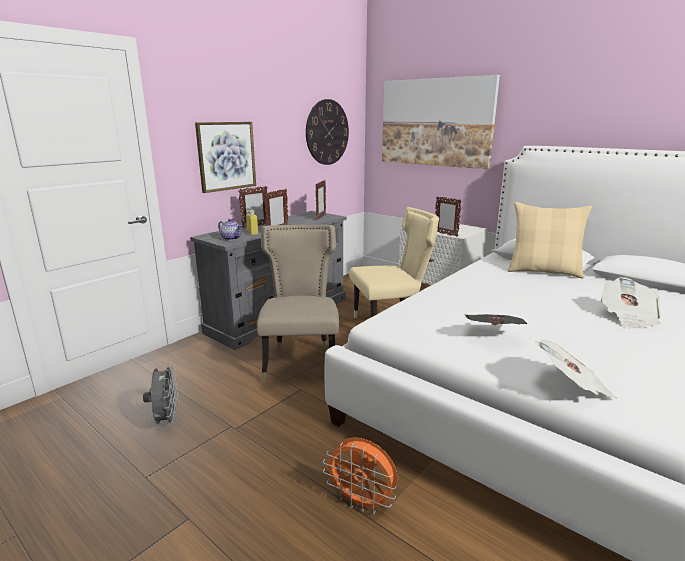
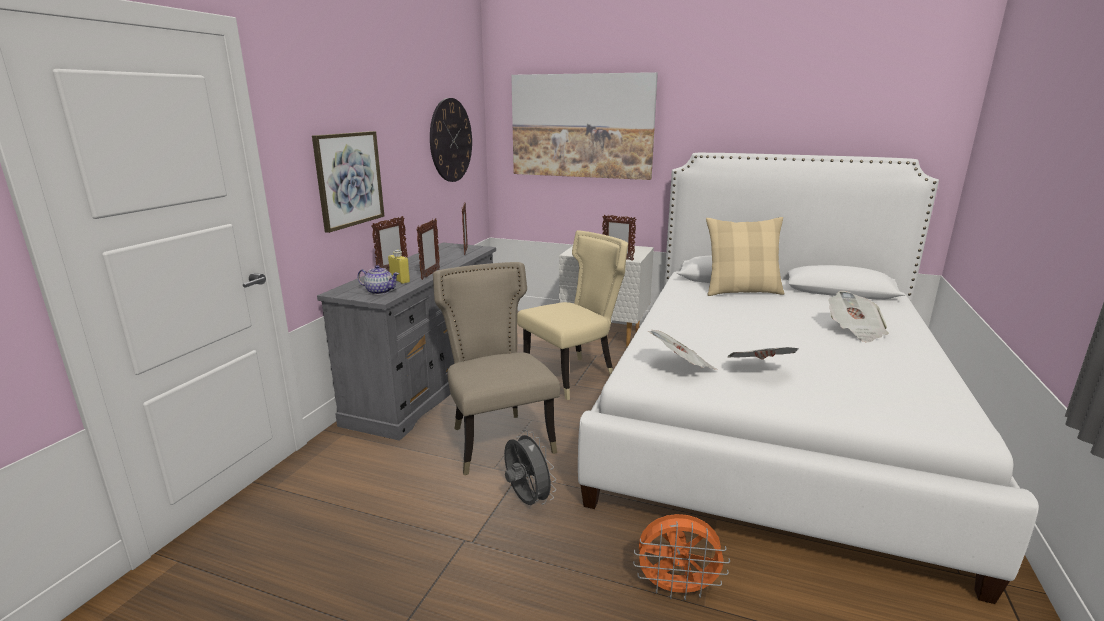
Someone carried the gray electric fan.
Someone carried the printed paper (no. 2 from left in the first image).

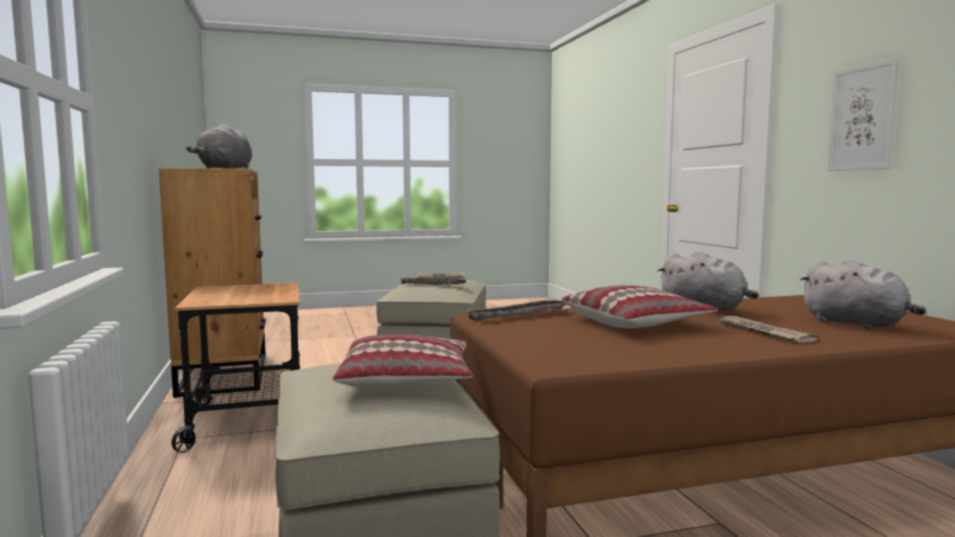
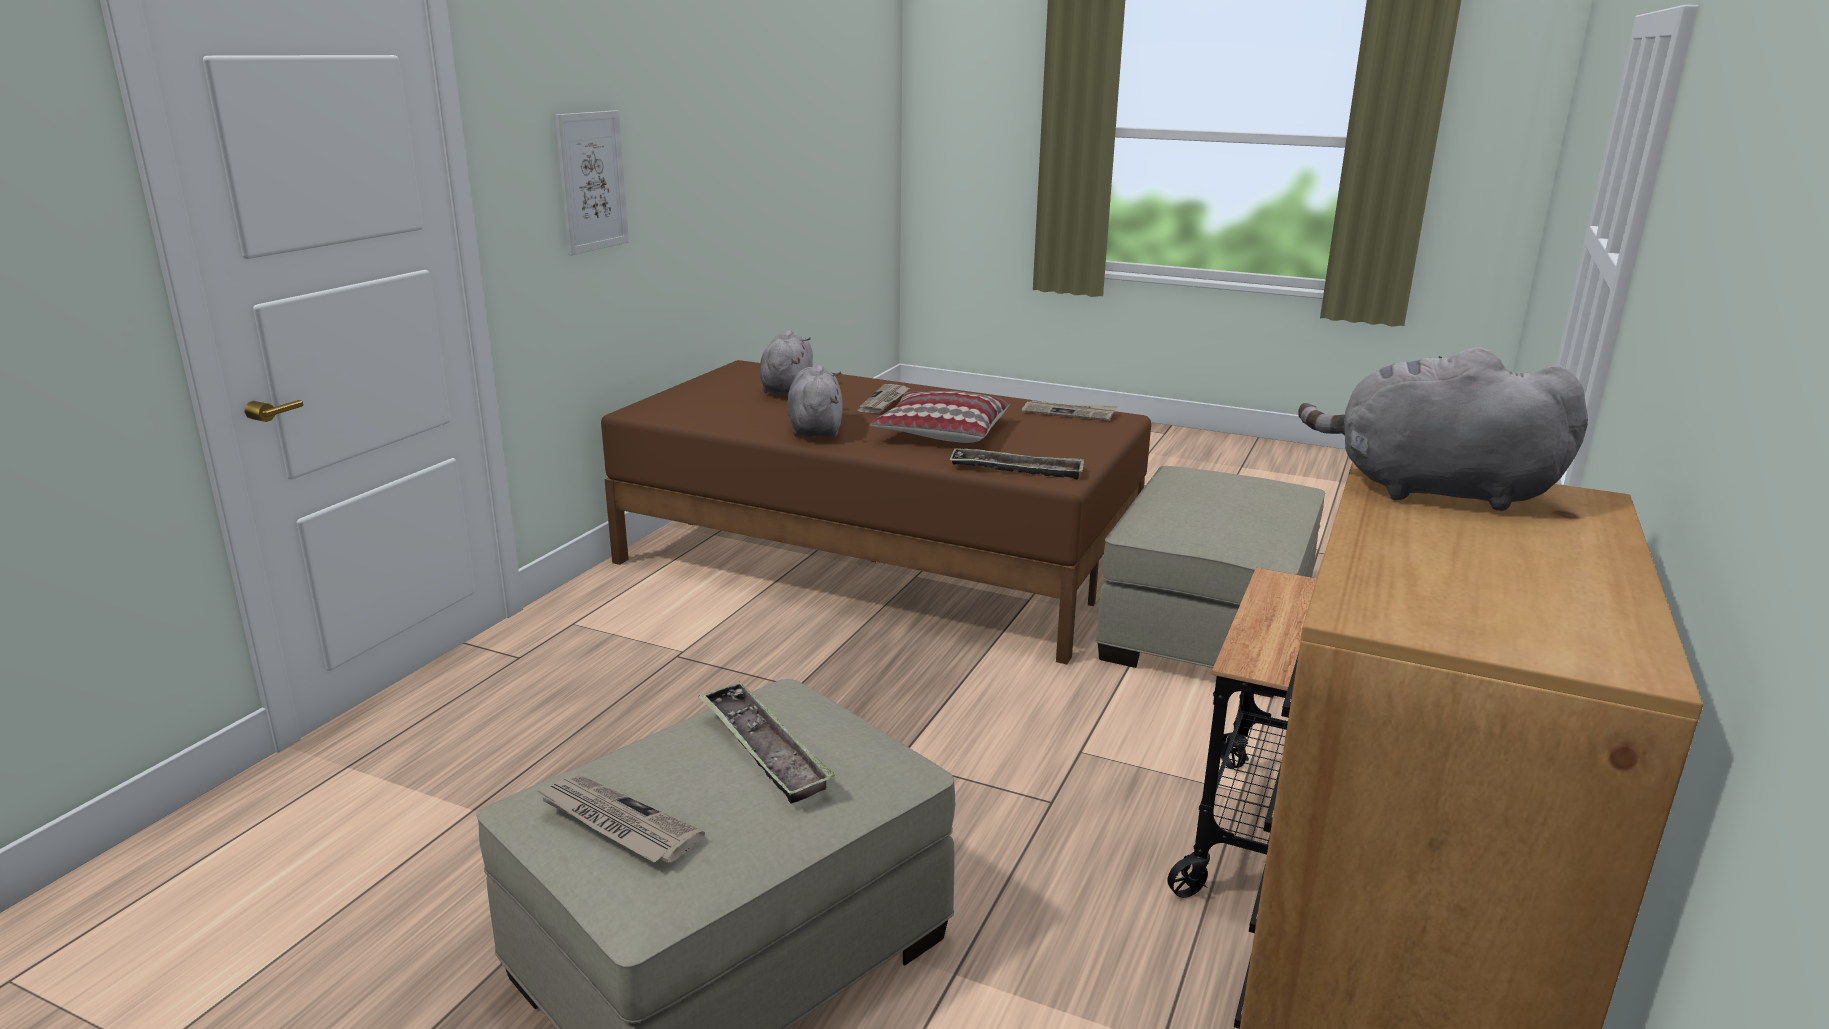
Someone took away the throw pillow (no. 1 from left).
Someone put down the printed paper (no. 3 from left).
Someone rotated the gray cuddly toy (no. 1 from left in the first image) by 120 degrees counterclockwise.

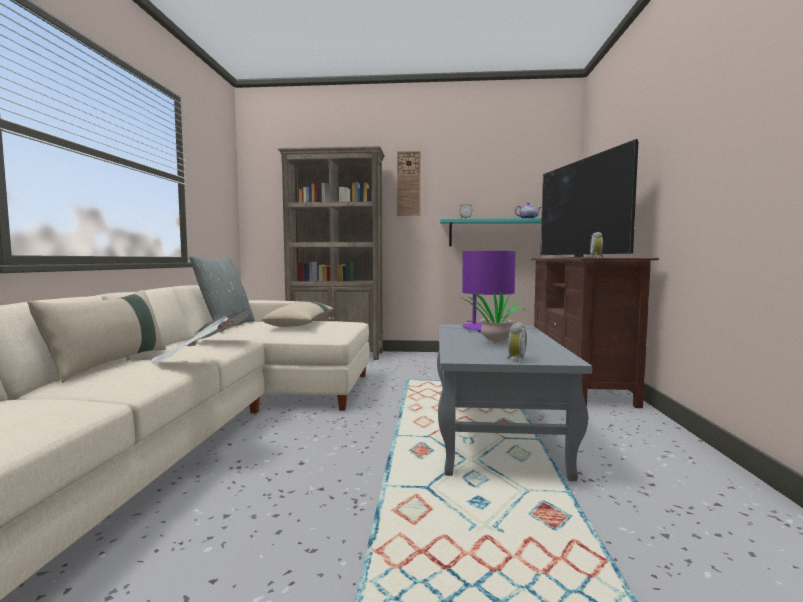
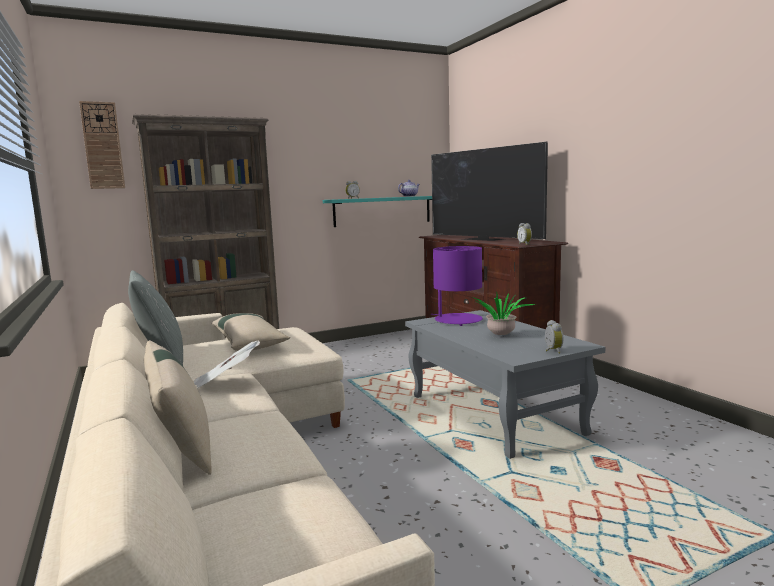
Someone took away the printed paper (no. 1 from left).
Someone carried the hanging clock.

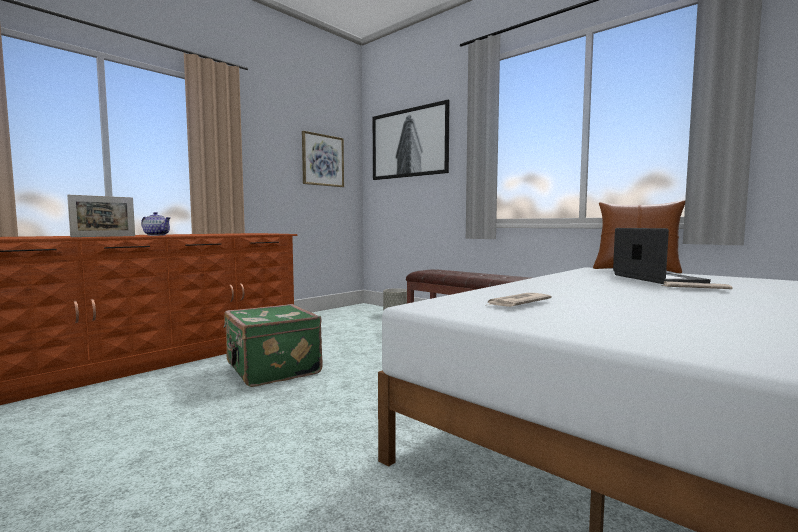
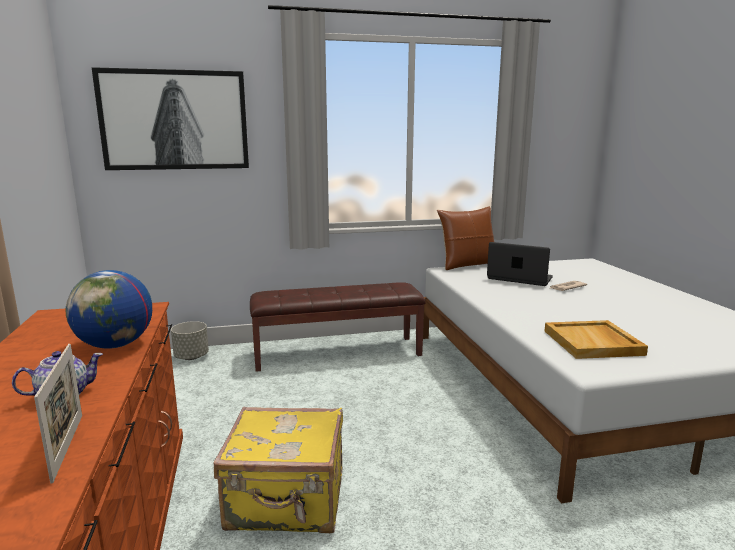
Someone took away the picture (no. 1 from left).
Someone put down the globe.
Someone swapped the printed paper (no. 1 from left) for the sand-coloured serving tray.
Someone repainted the green-coloured suitcase, which became the yellow suitcase.

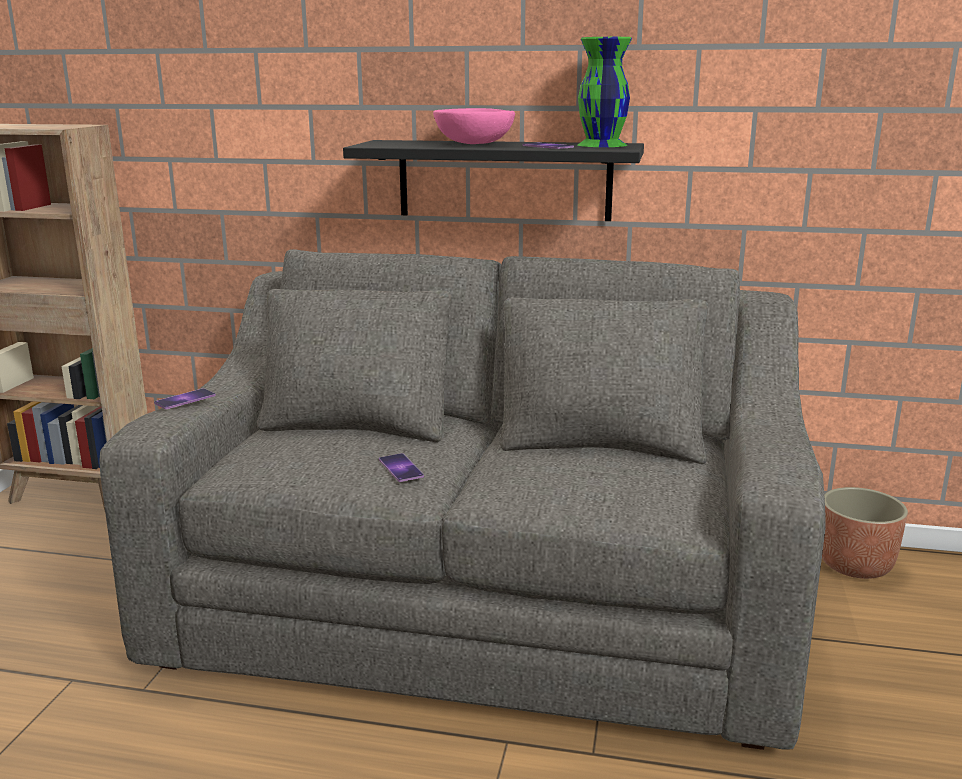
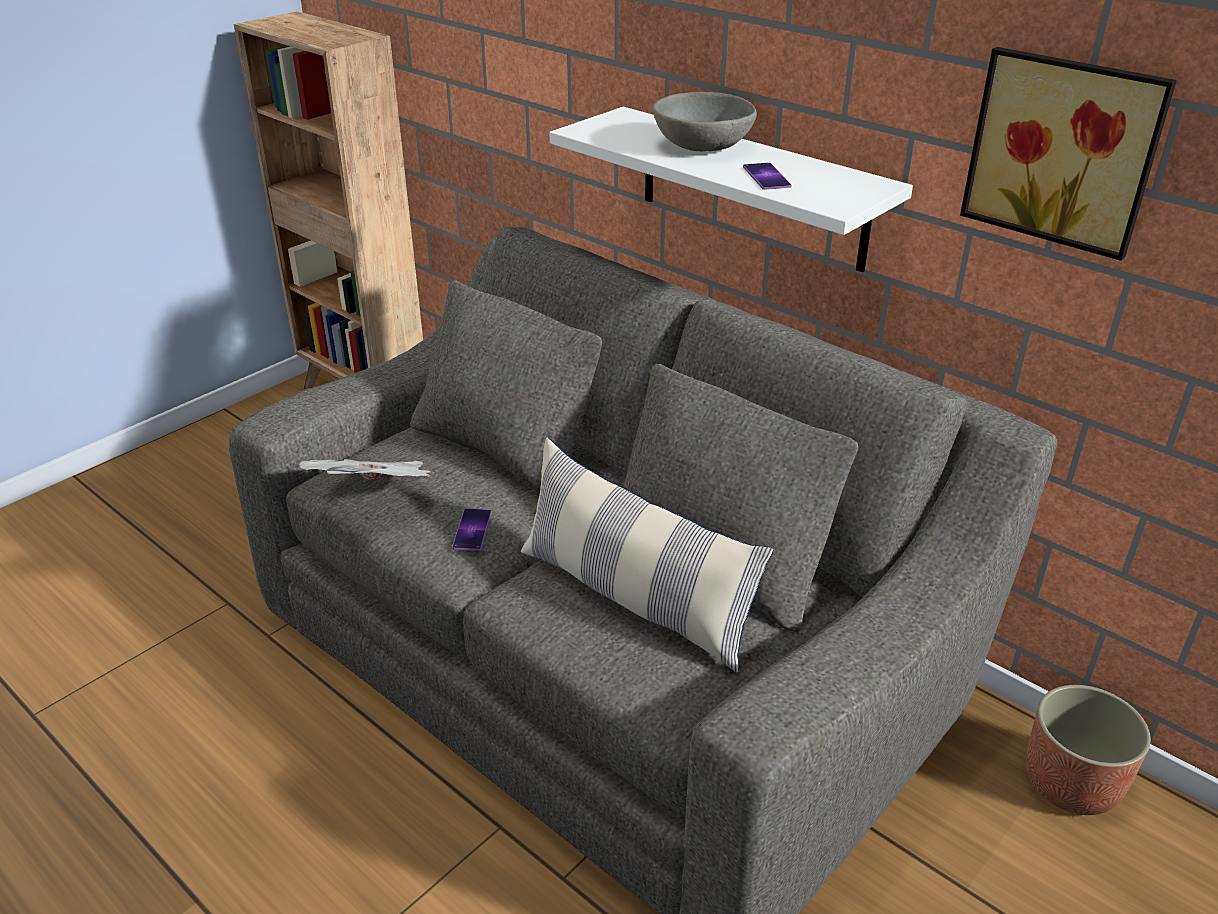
Someone took away the telephone (no. 1 from left).
Someone took away the green-coloured flower vase.
Someone put down the printed paper.
Someone put down the throw pillow.
Someone put up the picture.
Someone repainted the black-coloured shelf, which became the whitish shelf.
Someone repainted the pink bowl, which became the gray bowl.

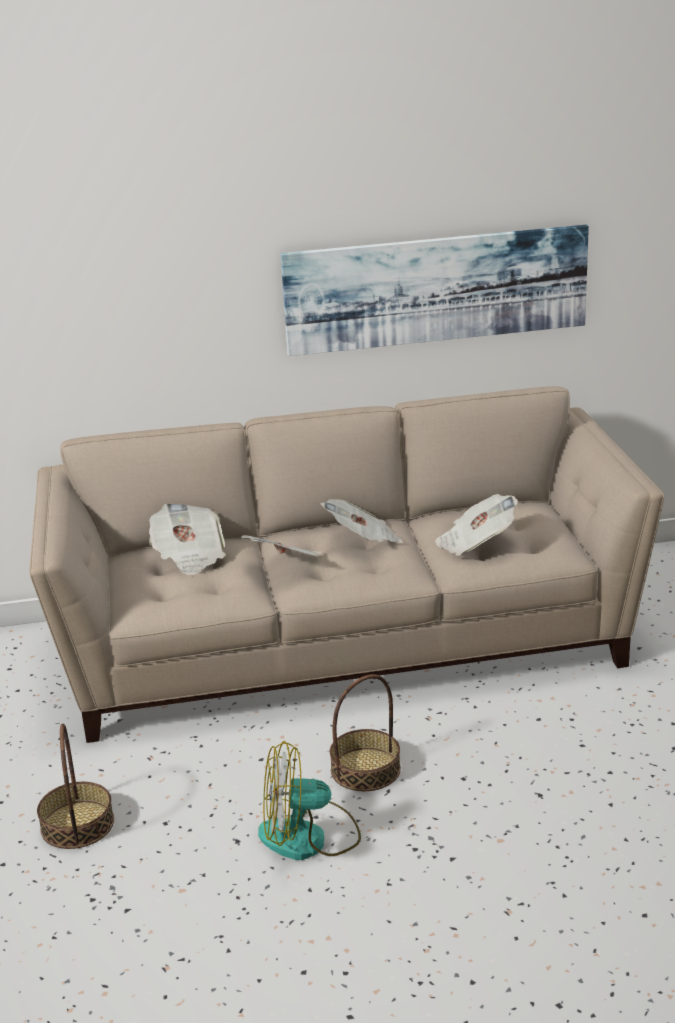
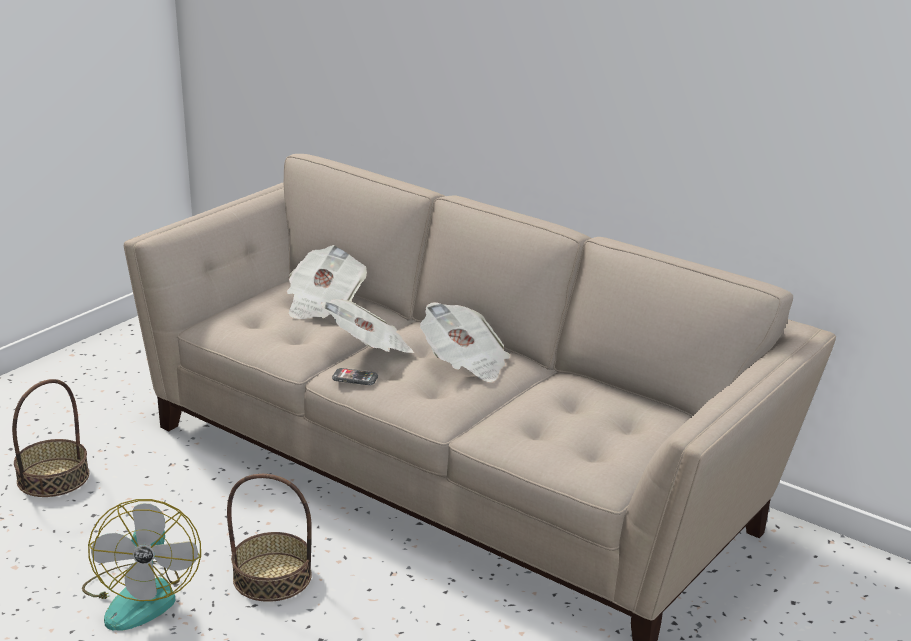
Someone took away the picture.
Someone took away the printed paper (no. 4 from left).
Someone put down the telephone.
Someone rotated the electric fan by 135 degrees counterclockwise.

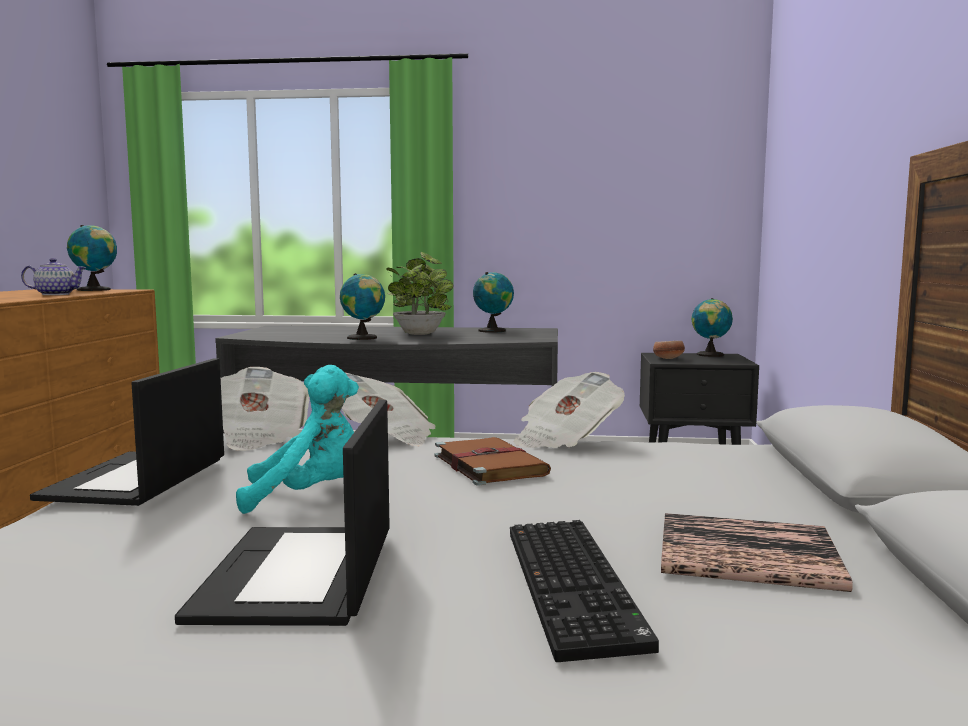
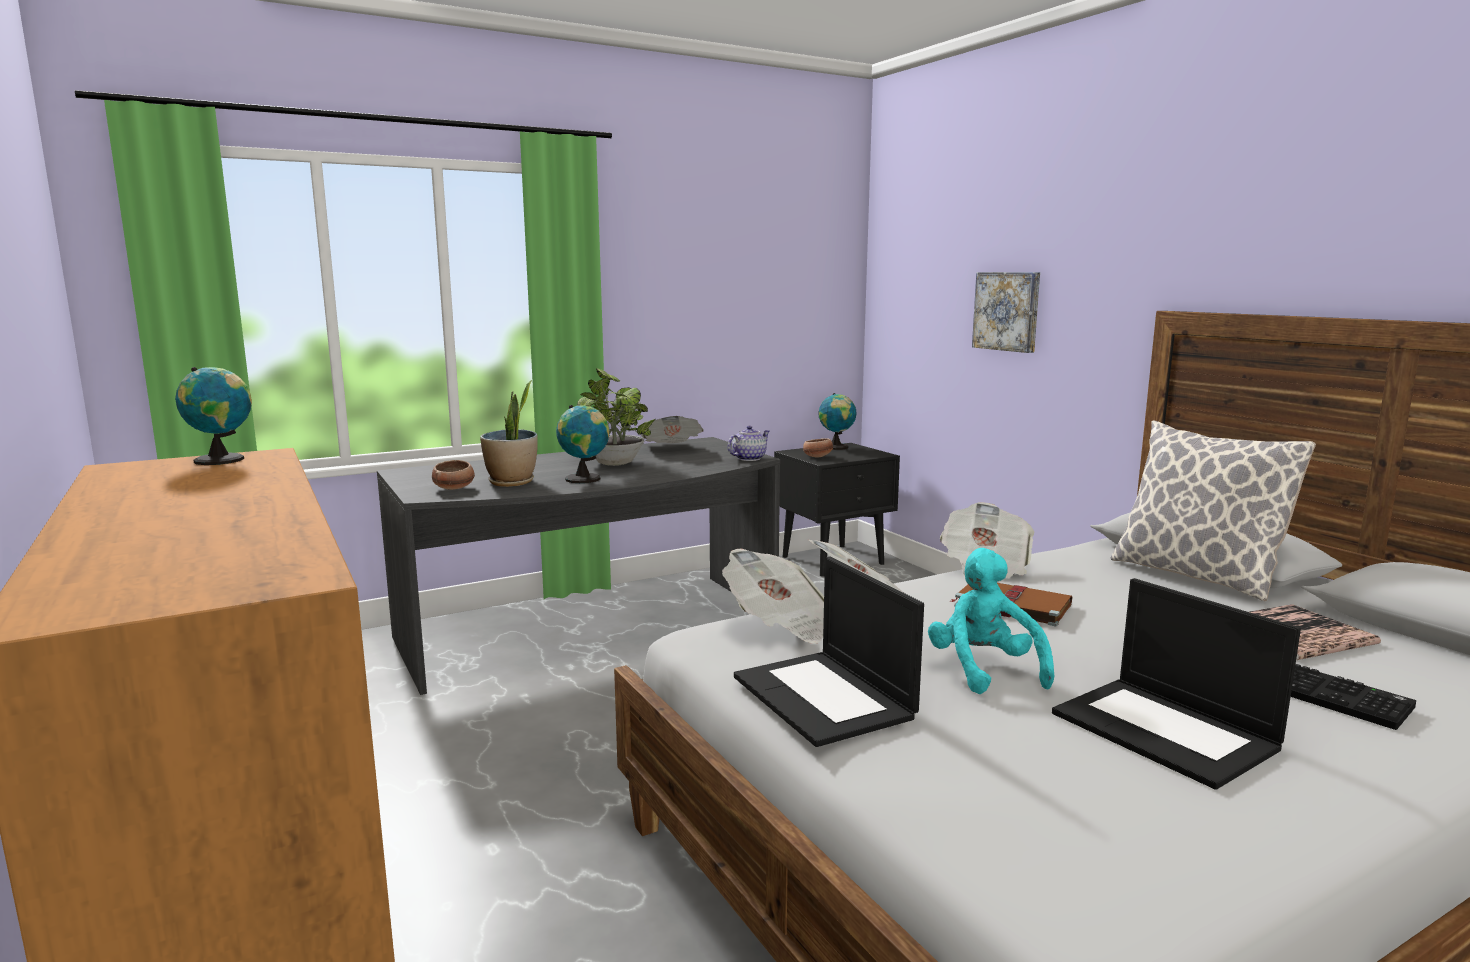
Someone put down the bowl (no. 1 from left).
Someone put down the potted plant (no. 1 from left).
Someone put up the picture.
Someone put down the throw pillow.
Someone carried the teapot.
Someone swapped the globe (no. 3 from left) for the printed paper (no. 1 from left).
Someone rotated the turquoise-coloured cuddly toy by 60 degrees counterclockwise.

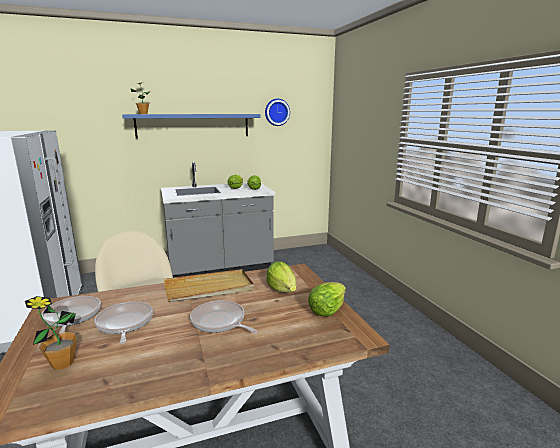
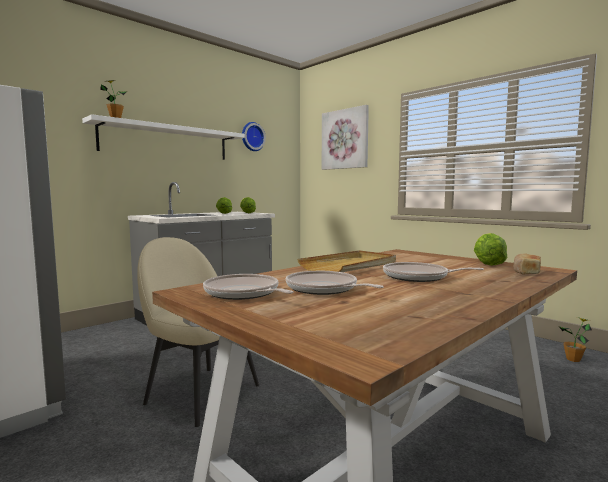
Someone took away the lettuce head (no. 3 from left).
Someone put up the picture.
Someone put down the baked bread.
Someone carried the potted plant (no. 1 from left in the first image).
Someone repainted the bluish shelf, which became the whitish shelf.

